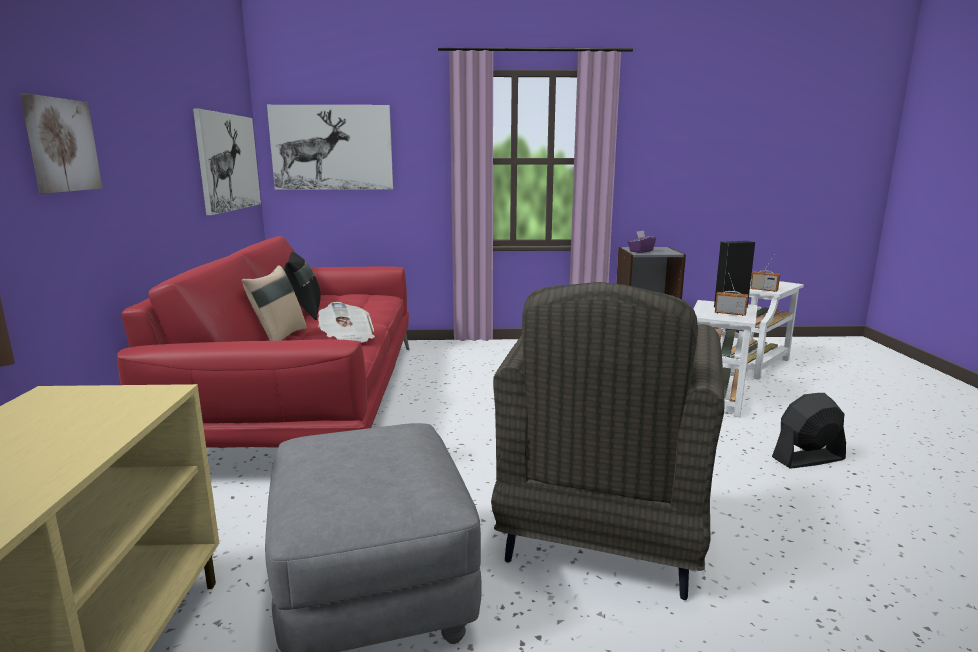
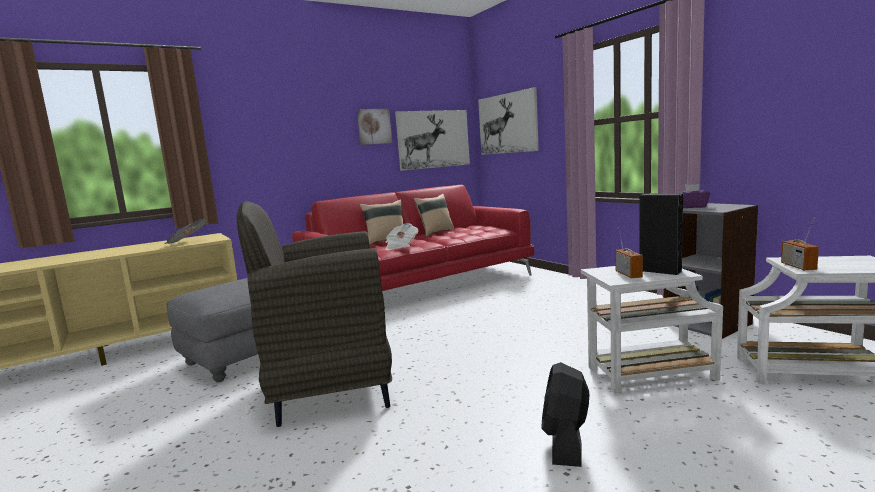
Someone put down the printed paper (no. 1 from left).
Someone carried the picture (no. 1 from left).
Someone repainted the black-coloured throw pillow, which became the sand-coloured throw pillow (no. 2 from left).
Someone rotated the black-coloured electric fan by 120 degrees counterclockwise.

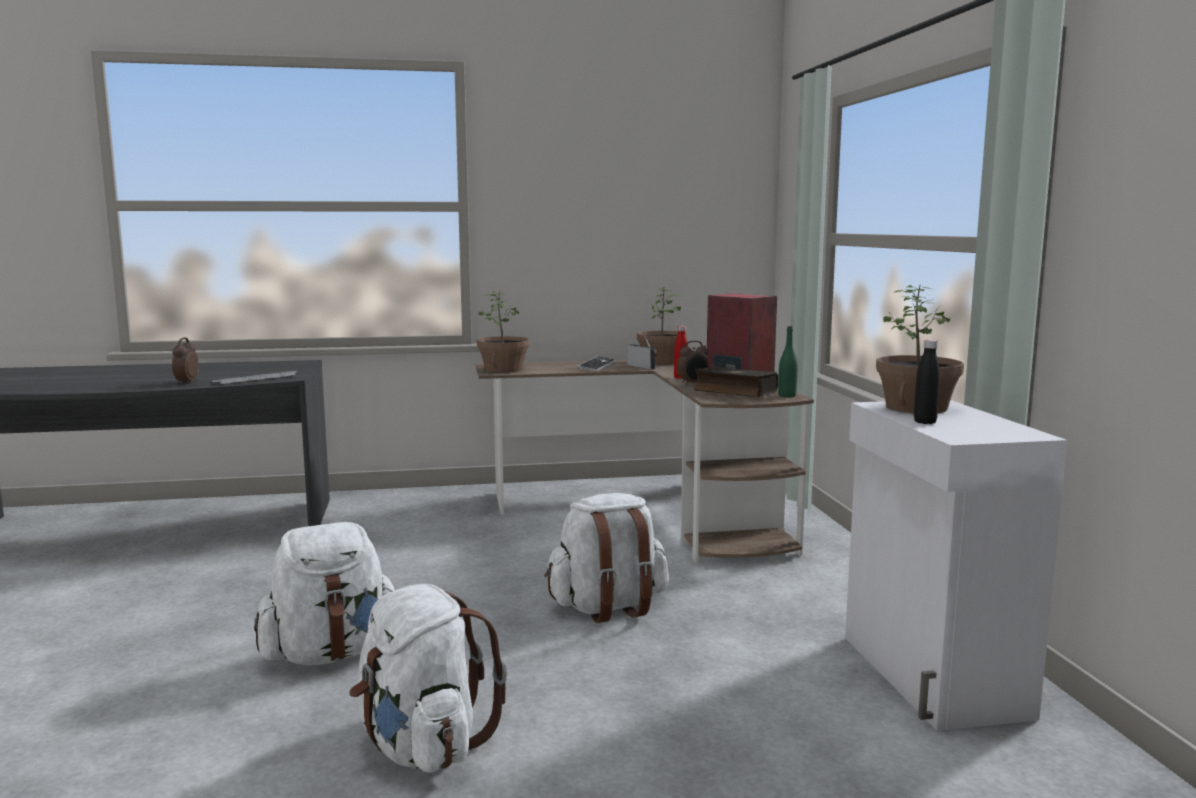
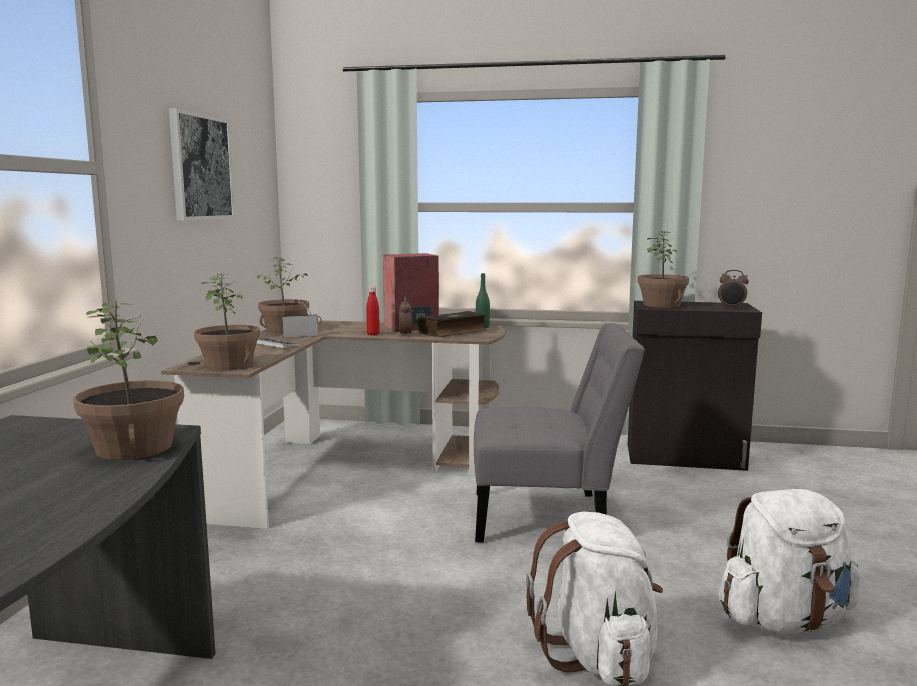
Someone took away the black-coloured drink bottle.
Someone put up the picture.
Someone carried the alarm clock (no. 1 from left in the first image).
Someone swapped the computer keyboard (no. 1 from left) for the potted plant (no. 1 from left).
Someone swapped the whitish backpack (no. 3 from left) for the gray plain chair.
Someone repainted the whitish storage cabinet, which became the black-coloured storage cabinet.

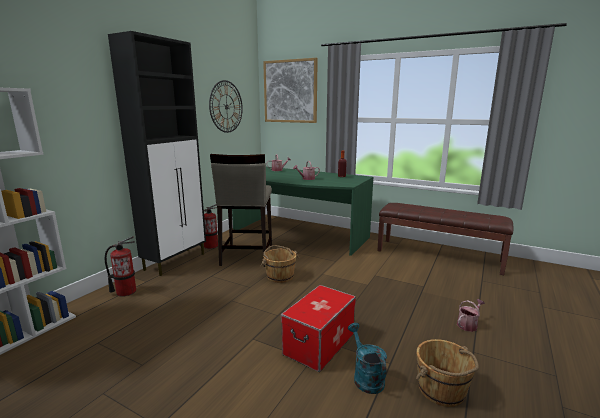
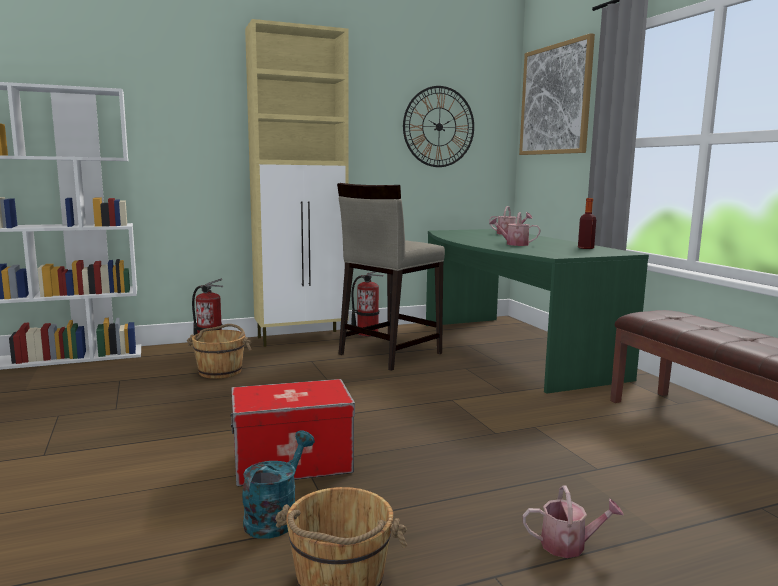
Someone carried the brown-coloured water bucket (no. 1 from left).
Someone repainted the black-coloured storage cabinet, which became the sand-coloured storage cabinet.

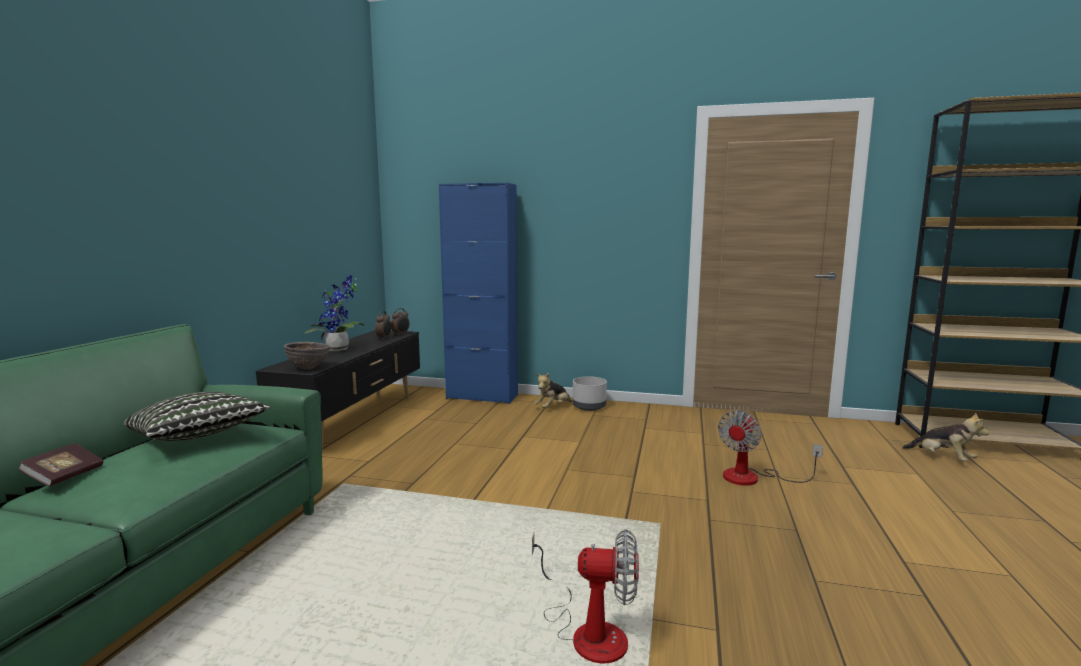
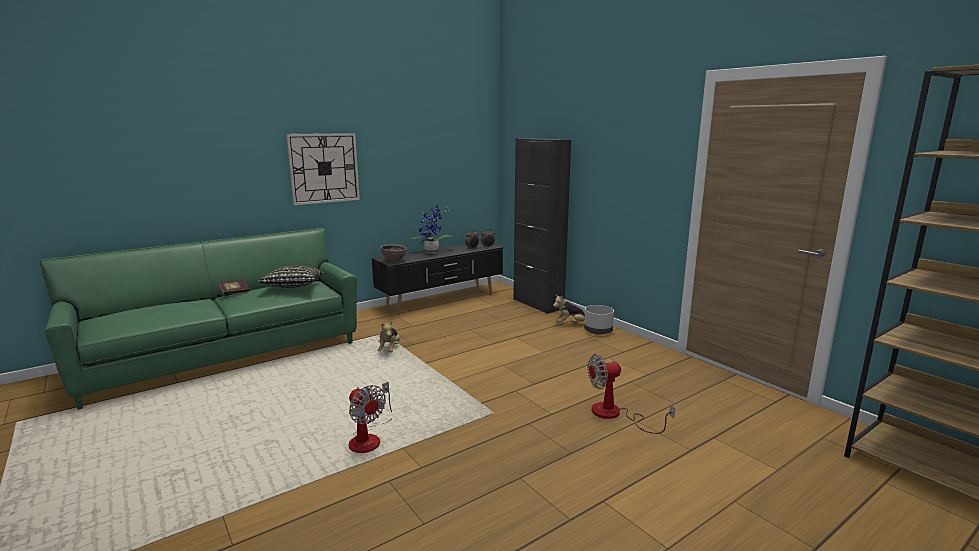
Someone put up the hanging clock.
Someone carried the cuddly toy (no. 2 from left in the first image).
Someone repainted the bluish storage cabinet, which became the black-coloured storage cabinet.

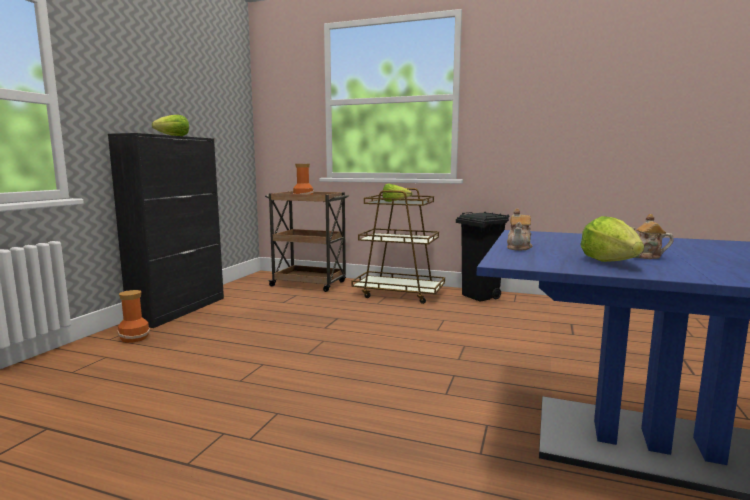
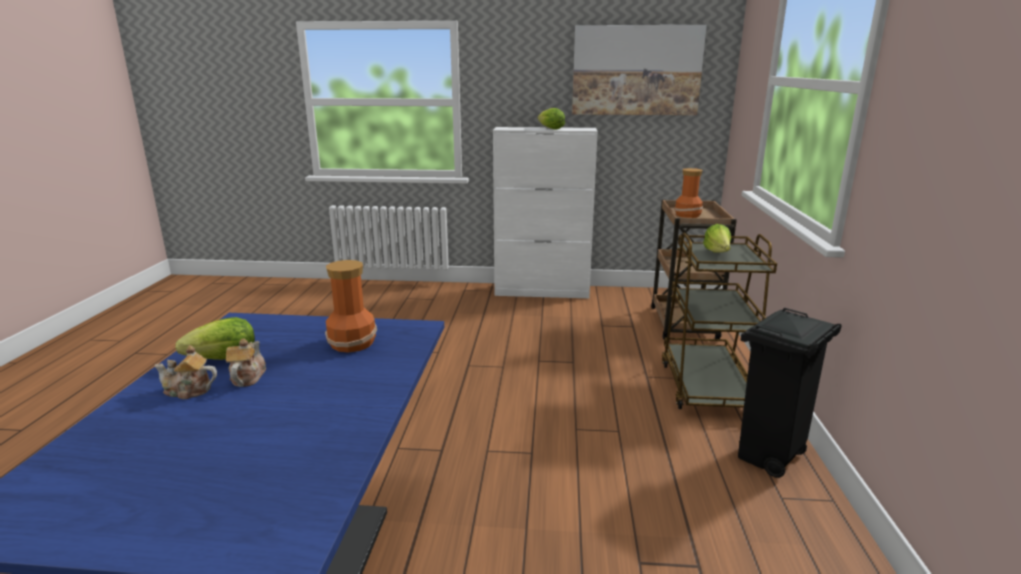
Someone put up the picture.
Someone carried the flower vase (no. 1 from left).
Someone carried the teapot (no. 1 from left).
Someone repainted the black-coloured storage cabinet, which became the whitish storage cabinet.

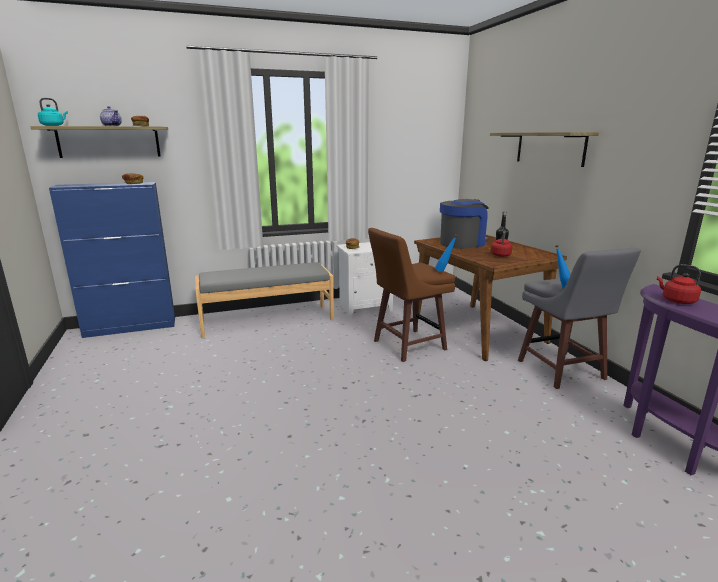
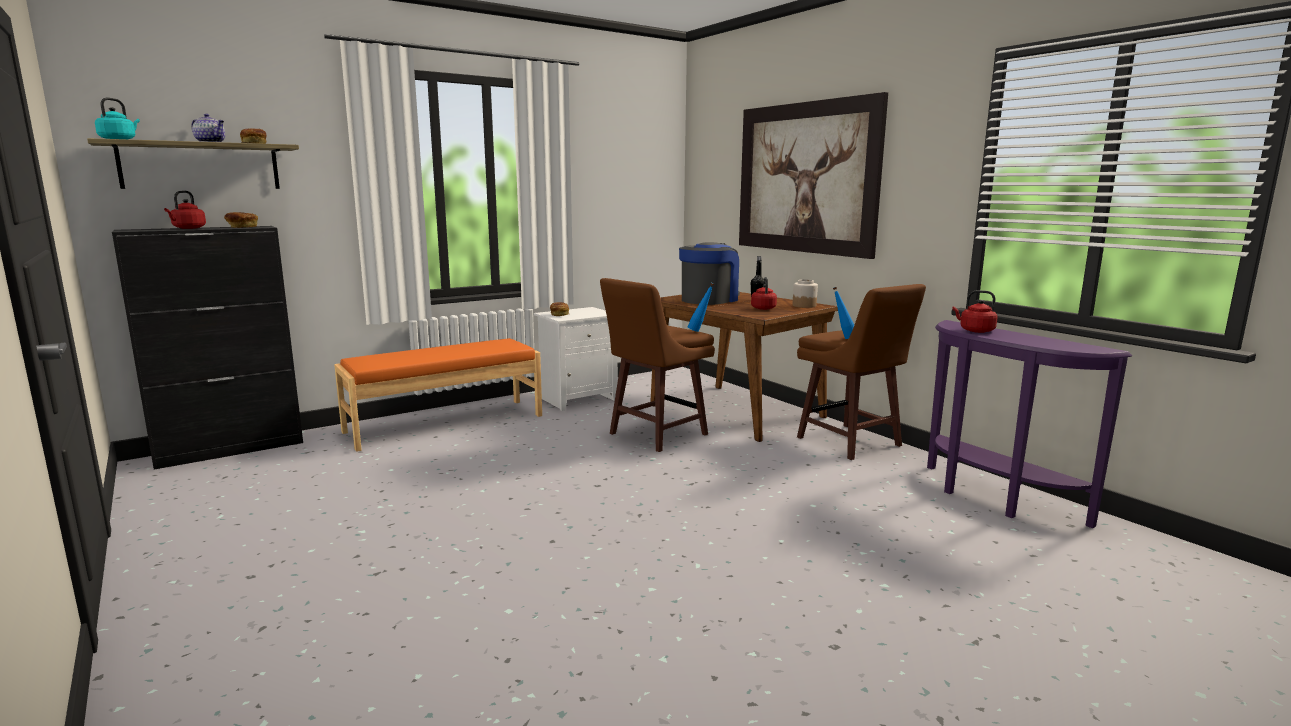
Someone put down the red water kettle (no. 1 from left).
Someone put down the jar.
Someone swapped the shelf (no. 2 from left) for the picture.
Someone repainted the bluish storage cabinet, which became the black-coloured storage cabinet.
Someone repainted the gray bench, which became the orangey bench.
Someone repainted the gray stool, which became the brown-coloured stool (no. 2 from left).

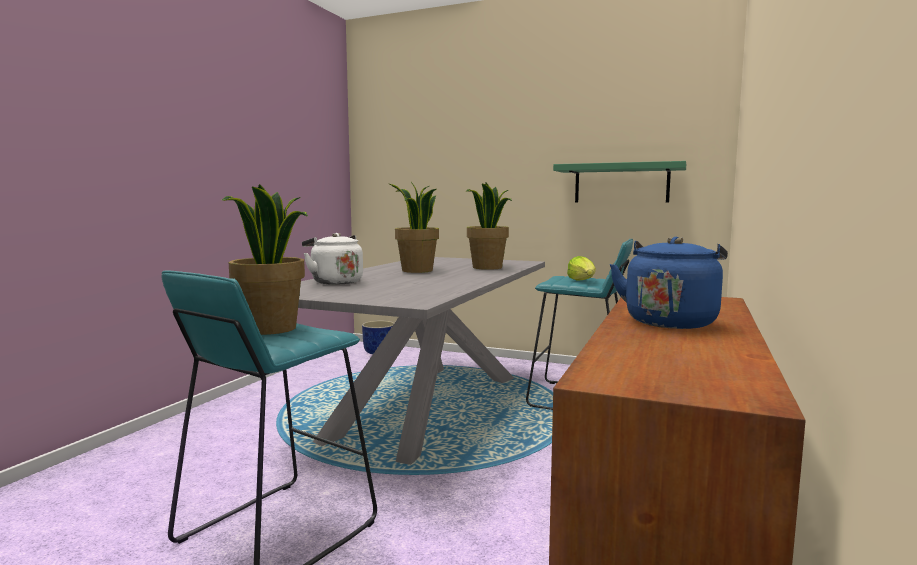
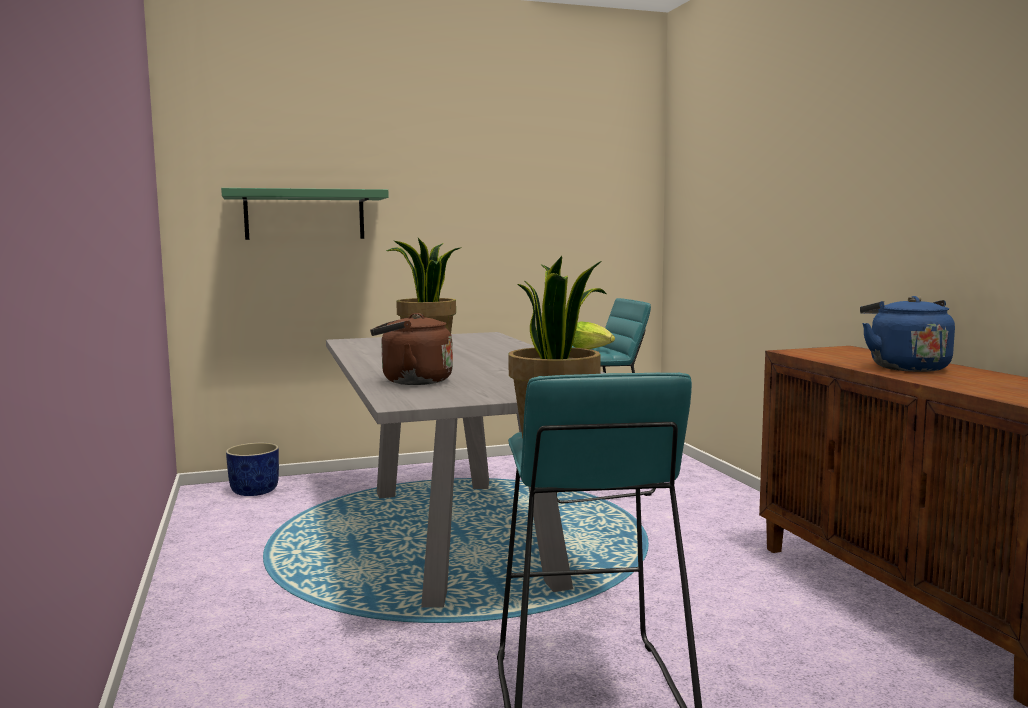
Someone took away the potted plant (no. 3 from left).
Someone carried the green-coloured shelf.
Someone repainted the whitish water kettle, which became the brown-coloured water kettle.

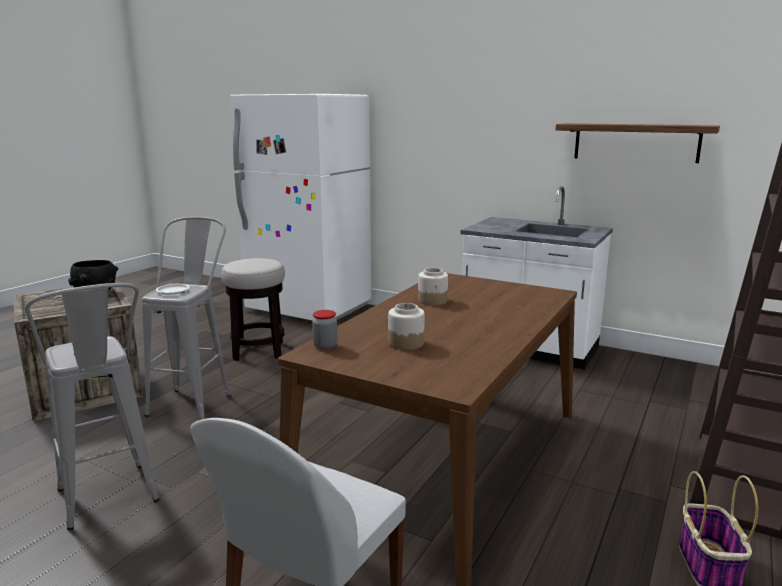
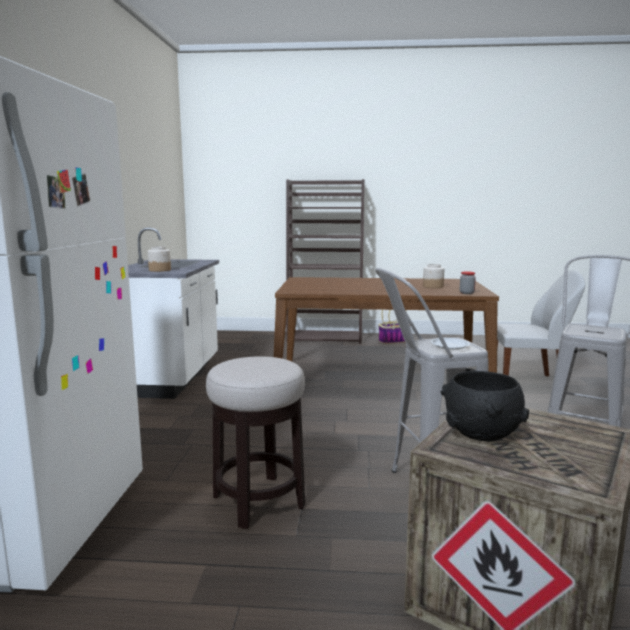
Someone took away the shelf.
Someone carried the jar (no. 3 from left in the first image).

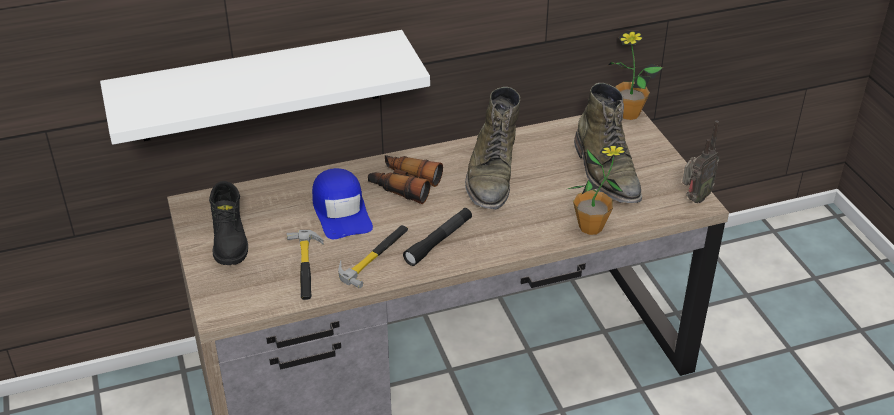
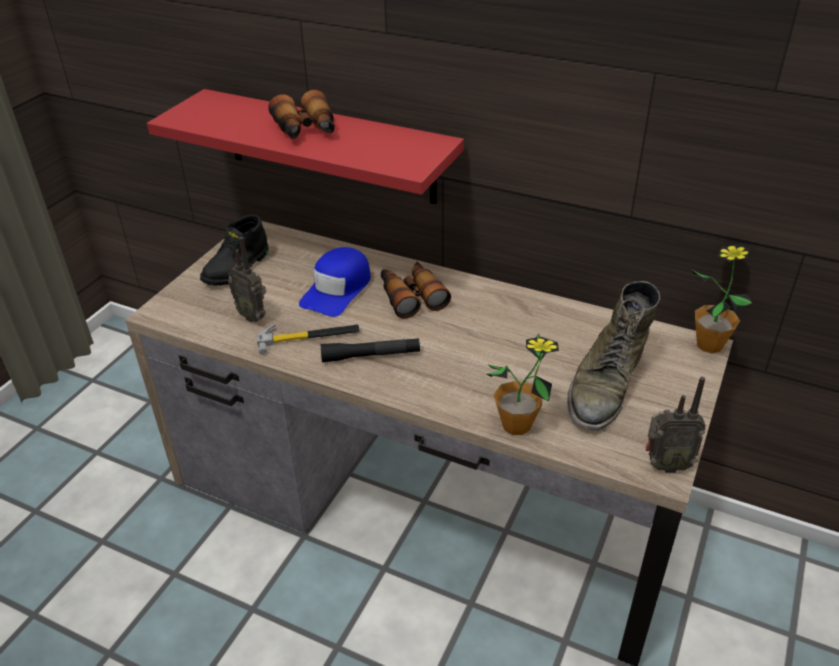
Someone took away the green-coloured high-top boot (no. 1 from left).
Someone put down the pair of binoculars (no. 1 from left).
Someone swapped the hand hammer (no. 1 from left) for the radio set (no. 1 from left).
Someone repainted the whitish shelf, which became the red shelf.

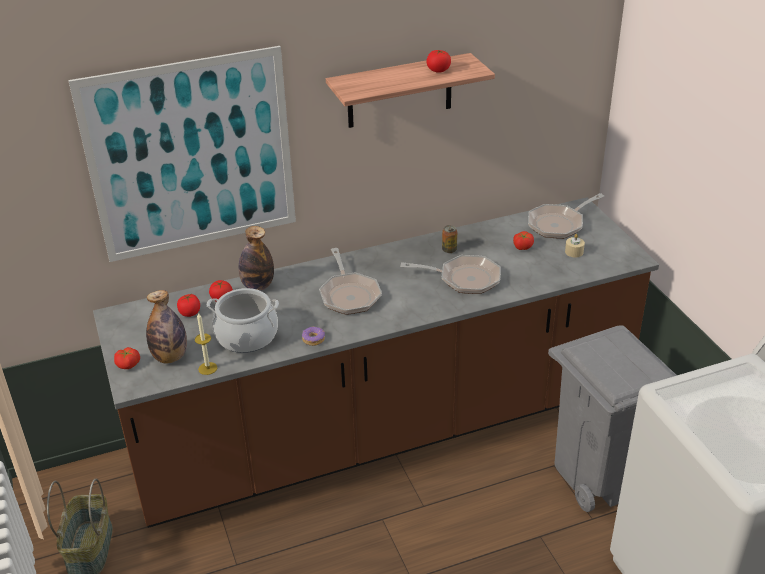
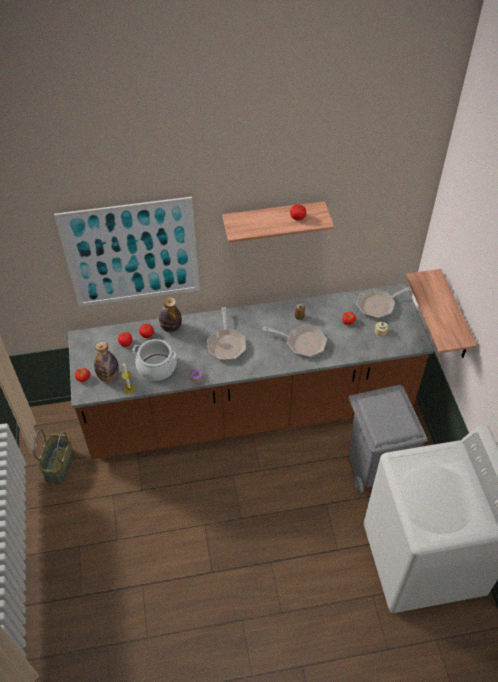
Someone put up the shelf (no. 2 from left).

